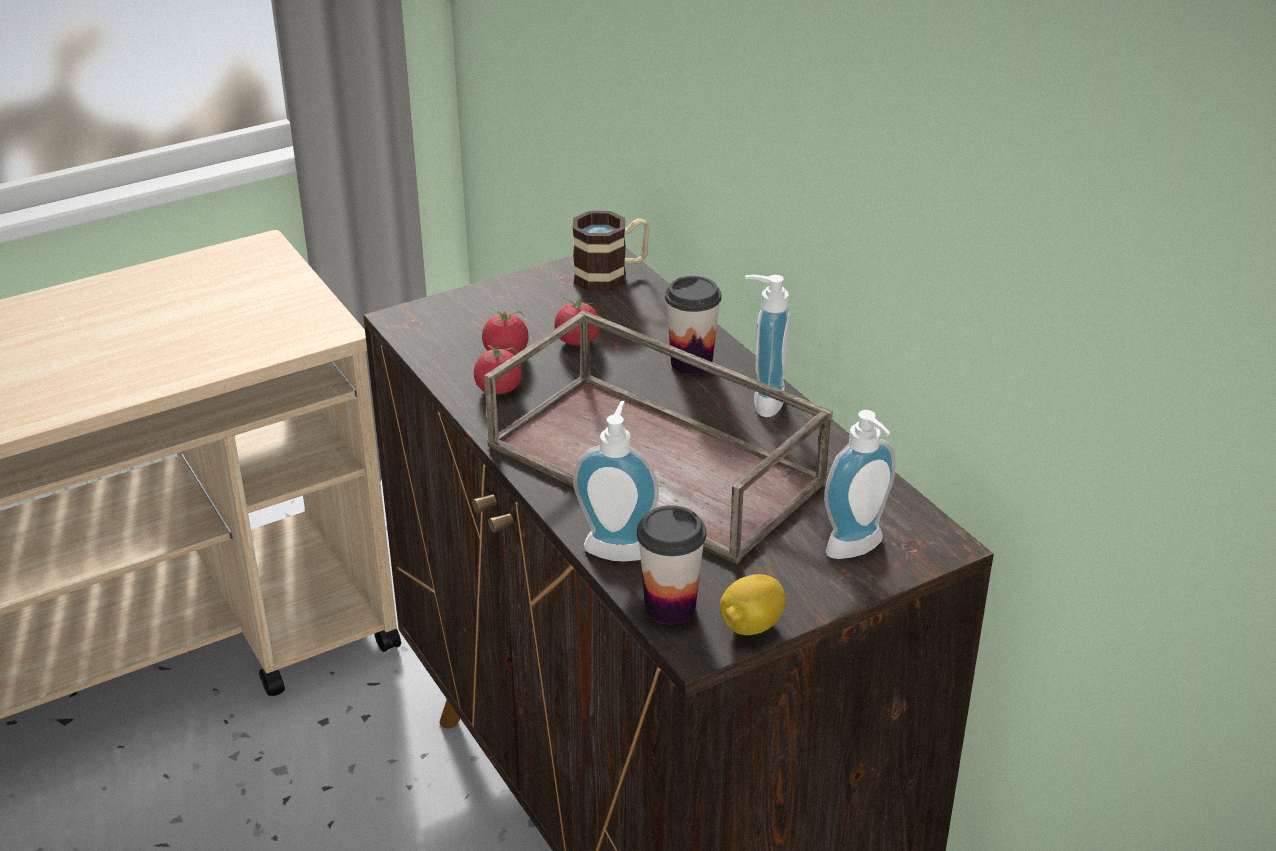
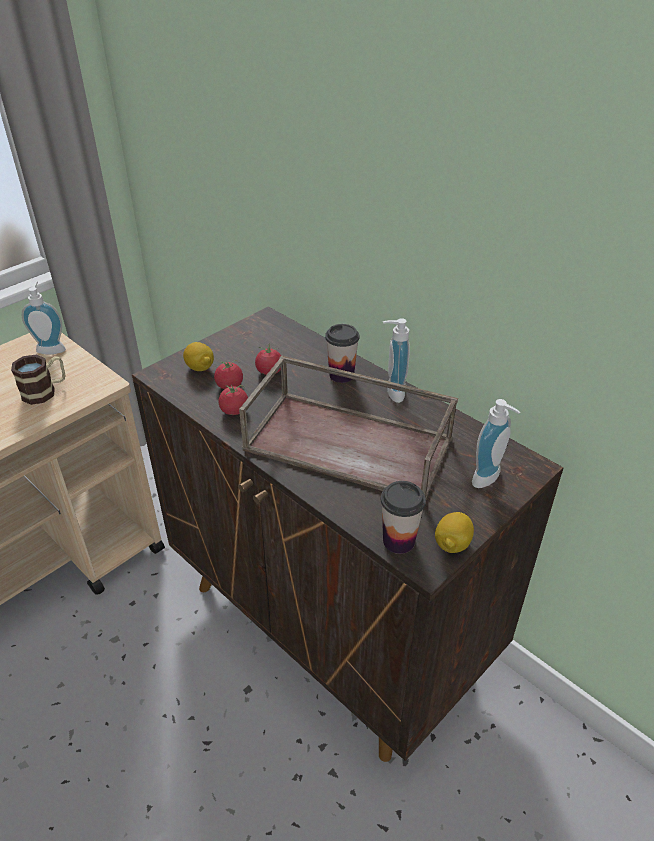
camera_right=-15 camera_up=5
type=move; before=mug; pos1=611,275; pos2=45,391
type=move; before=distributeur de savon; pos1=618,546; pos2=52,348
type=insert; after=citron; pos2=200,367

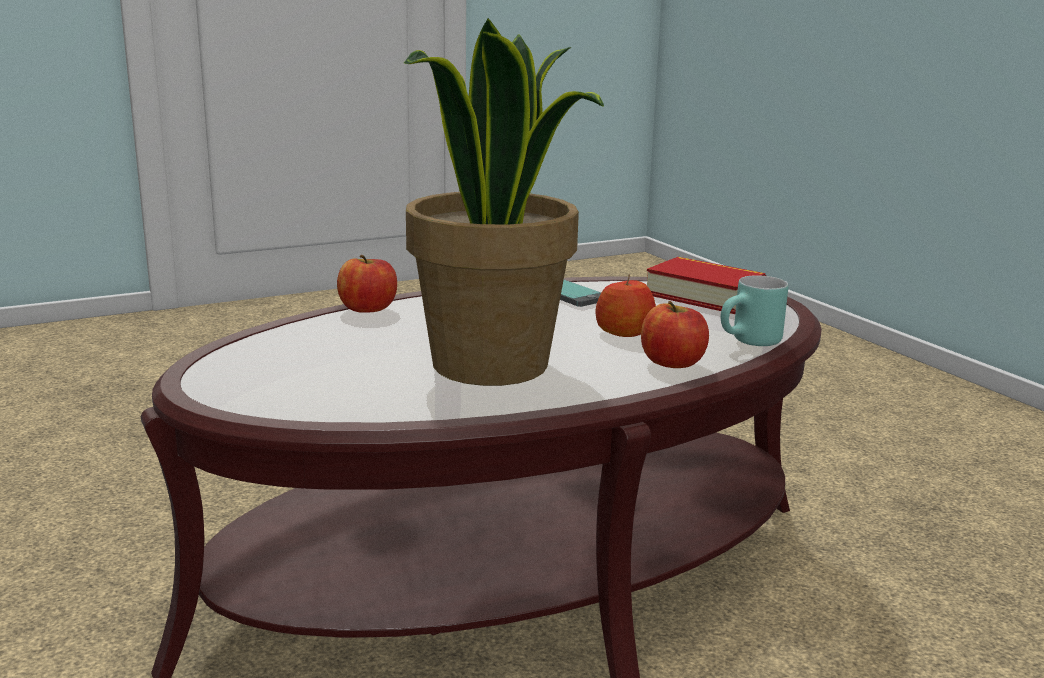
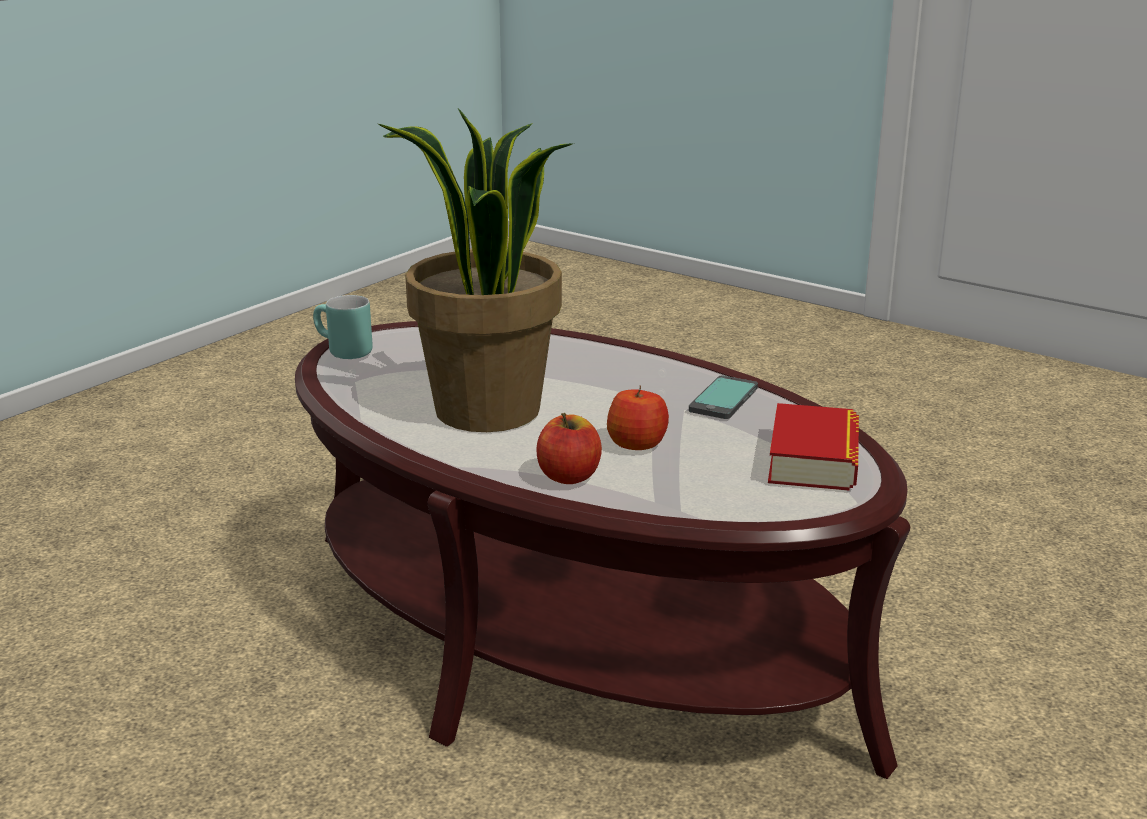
camera_right=65 camera_up=5
type=delete; before=pomme; pos1=368,309
type=move; before=mug [turquoise]; pos1=751,343; pos2=341,352

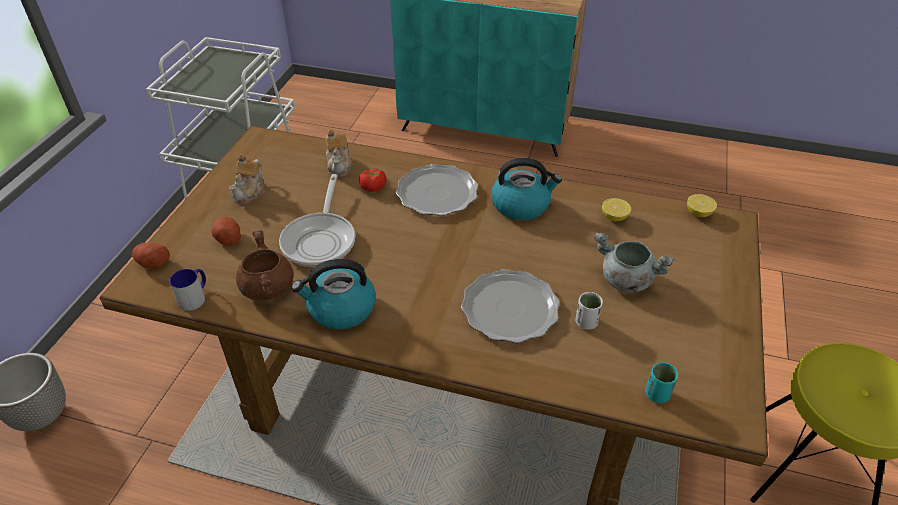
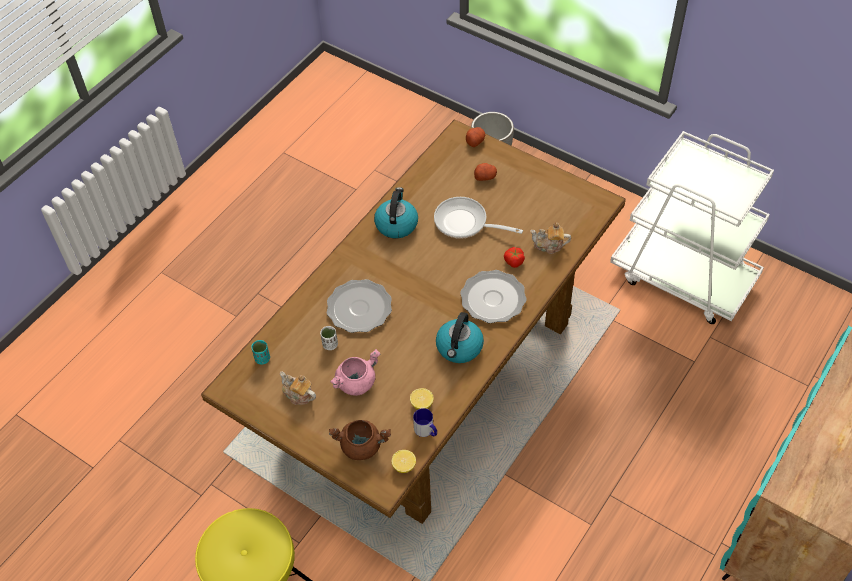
camera_right=110 camera_up=10
type=move; before=théière; pos1=250,192; pos2=298,394
type=move; before=marmite [marron]; pos1=267,288; pos2=362,446
type=recolor; before=marmite [gris]; after=marmite [rose]; pos1=625,280; pos2=356,382
type=move; before=mug; pos1=195,297; pos2=426,431

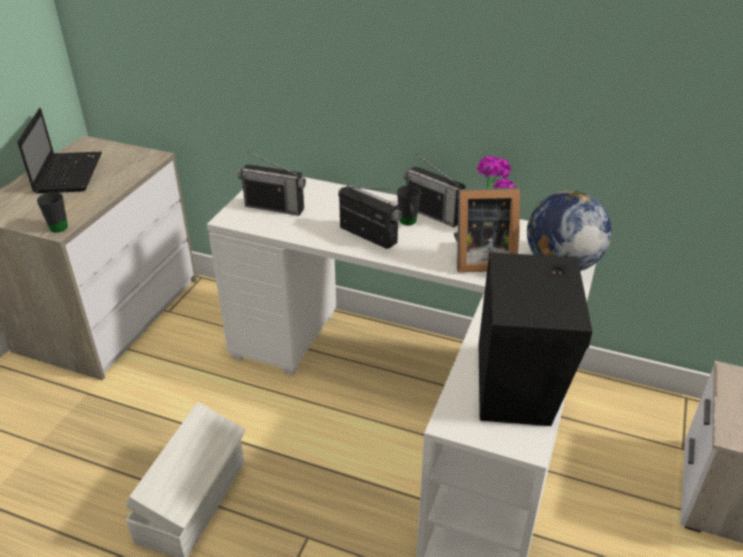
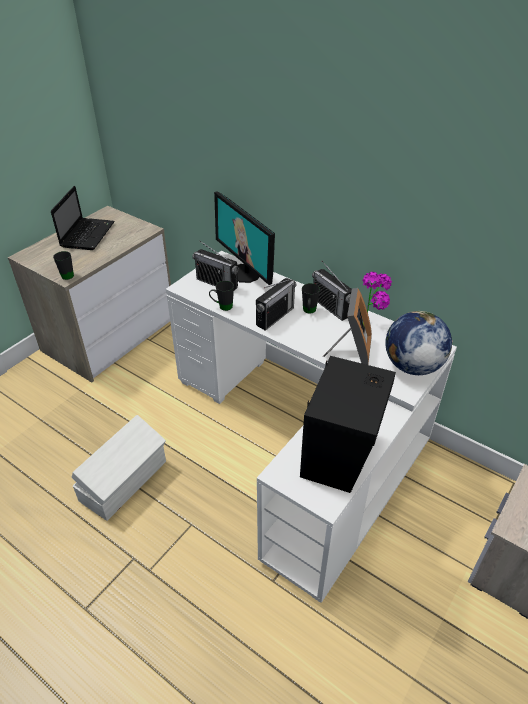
camera_right=15 camera_up=5
type=rotate; before=radio; pos1=368,235; pos2=275,316; turn=75
type=rotate; before=cadre photo; pos1=480,259; pos2=350,350; turn=-90
type=insert; after=écran d'ordinateur; pos2=245,273
type=insert; after=mug [noir]; pos2=222,306

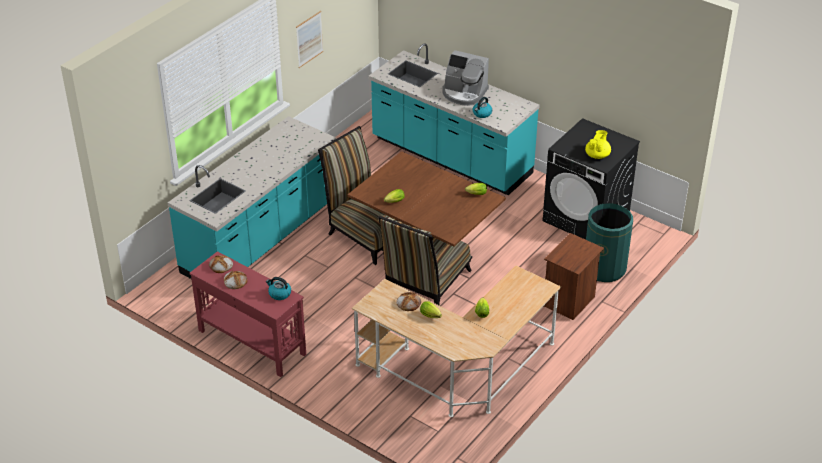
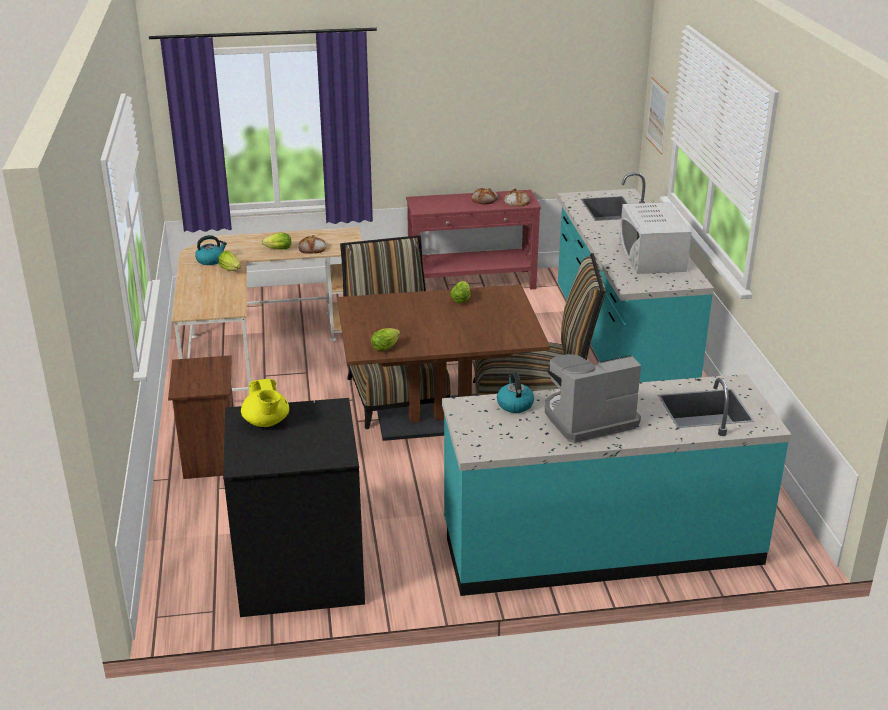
camera_right=135 camera_up=-10
type=move; before=tableau; pos1=309,39; pos2=657,115
type=delete; before=poubelle [vert]; pos1=604,268
type=move; before=bouilloire; pos1=279,294; pos2=211,260
type=insert; after=micro-ondes [blanc]; pos2=652,256

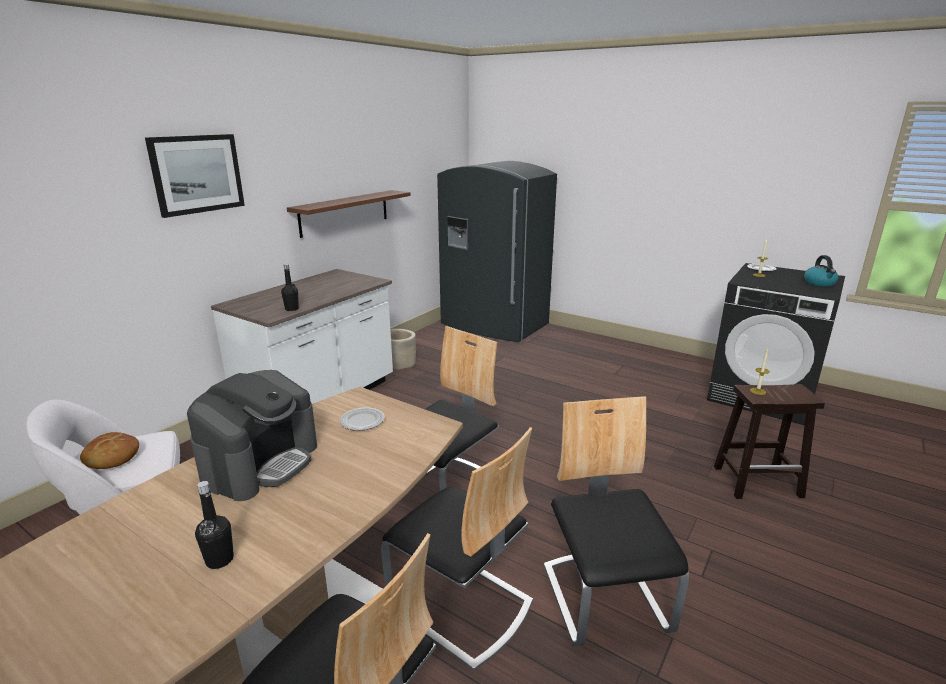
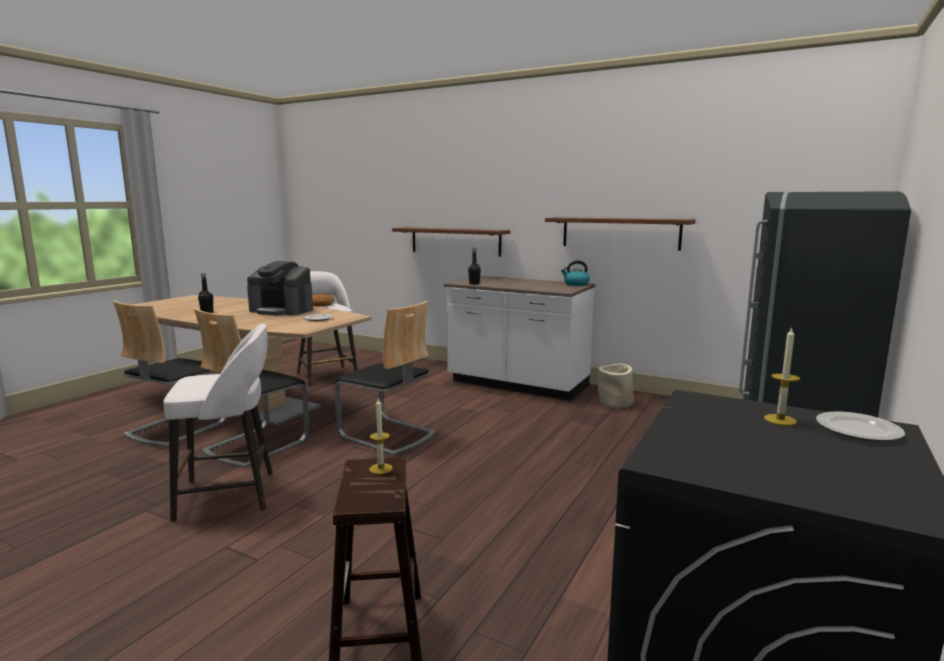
camera_right=85 camera_up=-10
type=delete; before=tableau; pos1=197,174
type=move; before=bouilloire; pos1=819,283; pos2=576,284
type=replace; before=chaise; after=tabouret [blanc]; pos1=605,598; pos2=230,495
type=insert; after=étagère; pos2=455,241

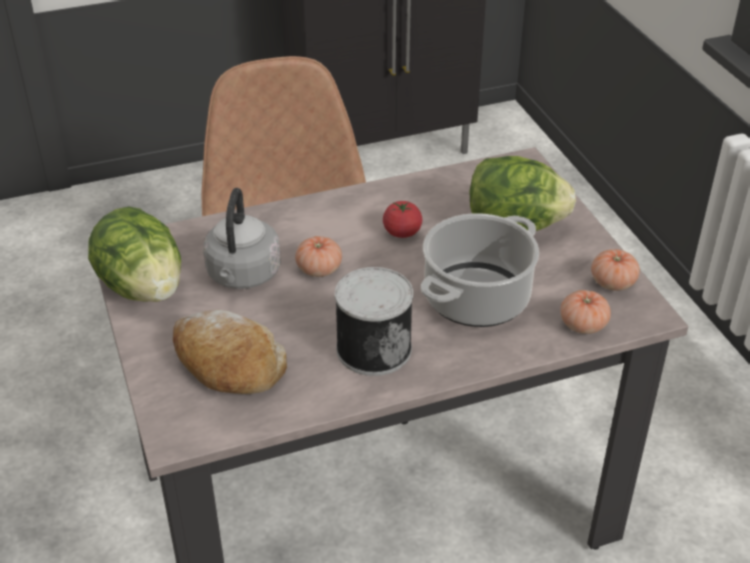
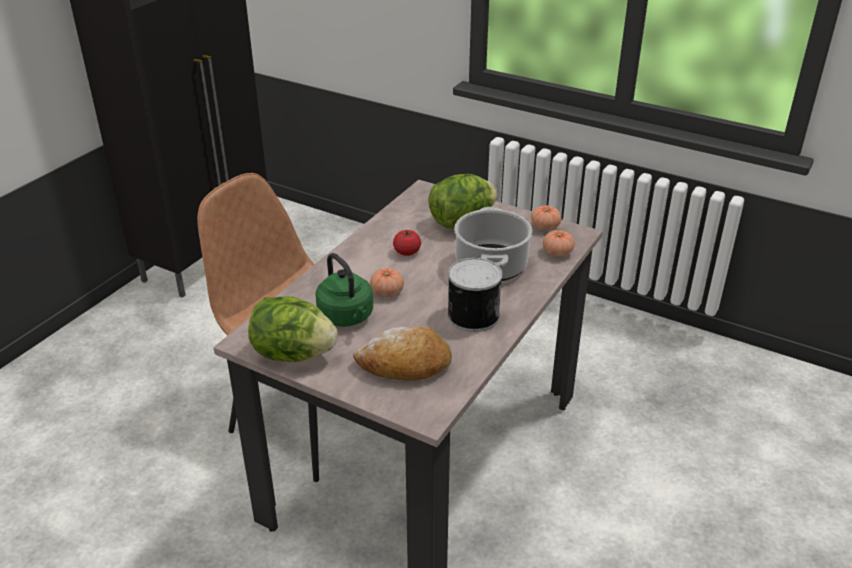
camera_right=-40 camera_up=-5
type=recolor; before=bouilloire [gris]; after=bouilloire [vert]; pos1=243,276; pos2=347,317

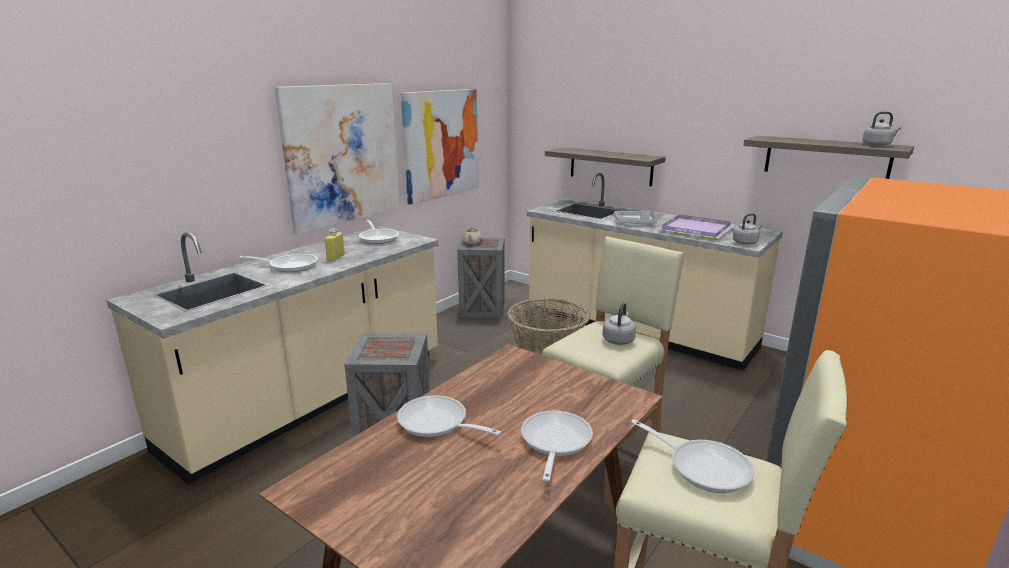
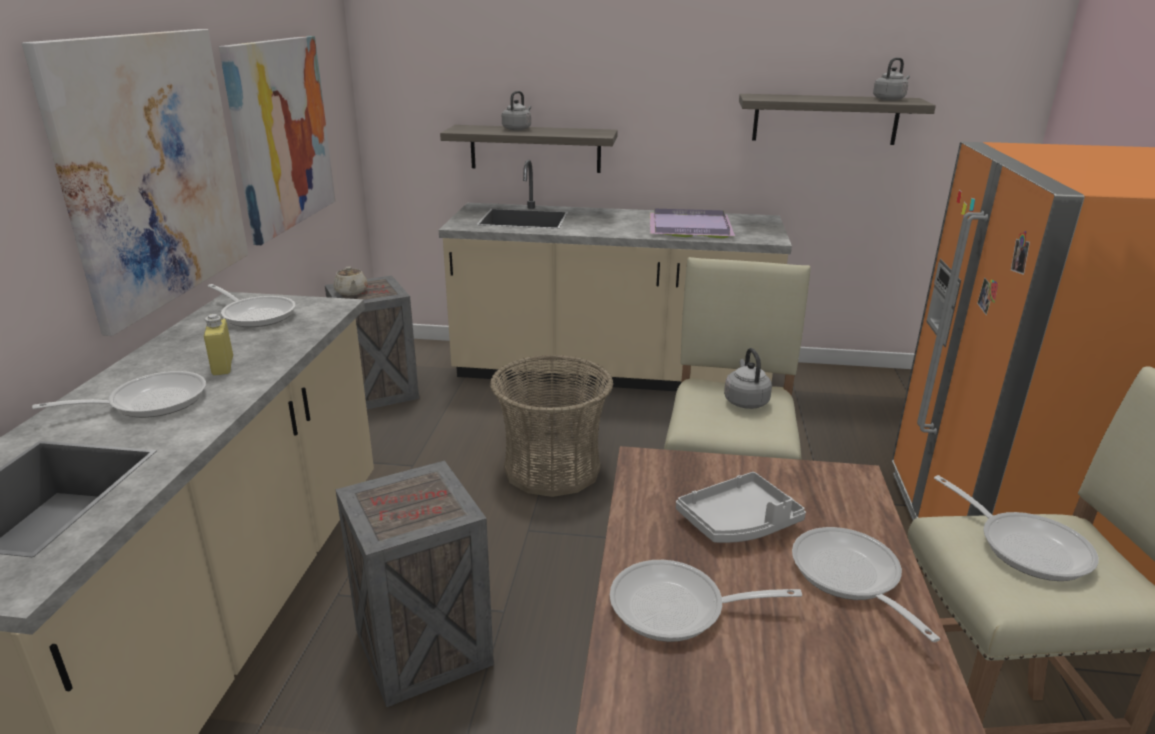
camera_right=-30 camera_up=5
type=move; before=plateau [gris]; pos1=635,223; pos2=739,522
type=move; before=bouilloire [gris]; pos1=746,242; pos2=517,129
type=rotate; before=poêle; pos1=703,467; pos2=1025,546; turn=45

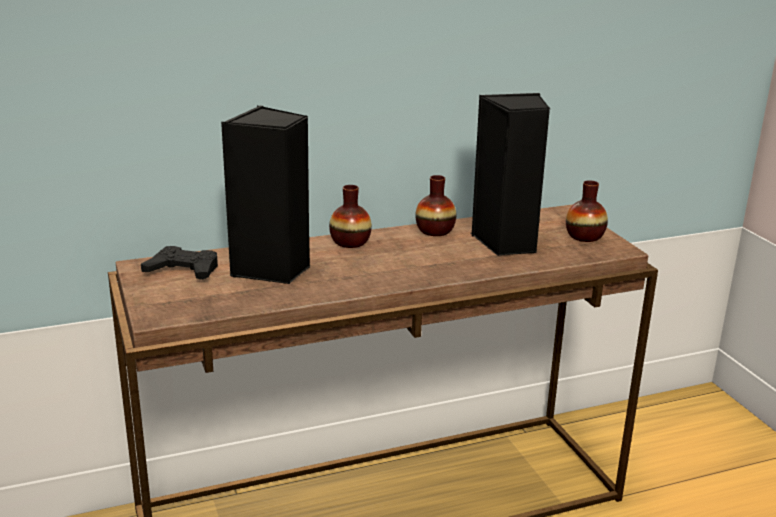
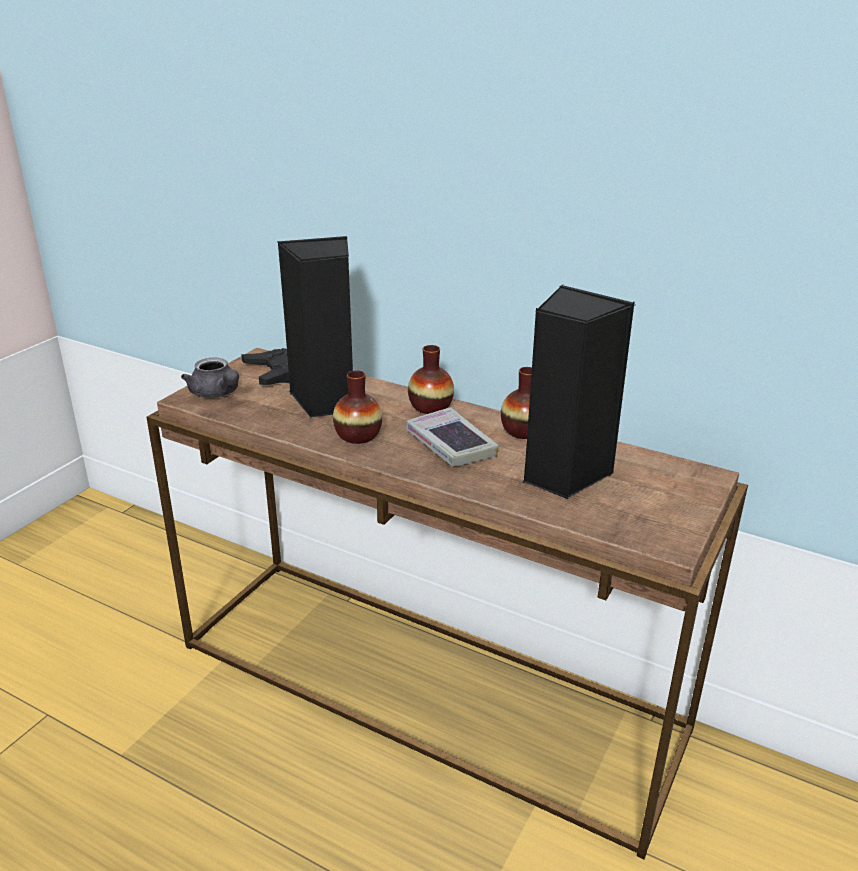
camera_right=50 camera_up=5
type=move; before=vase; pos1=584,236; pos2=358,435
type=insert; after=théière [gris]; pos2=216,394
type=insert; after=livre; pos2=450,444

